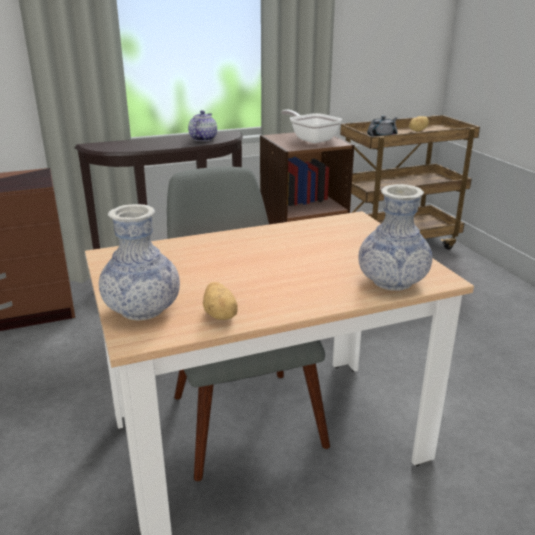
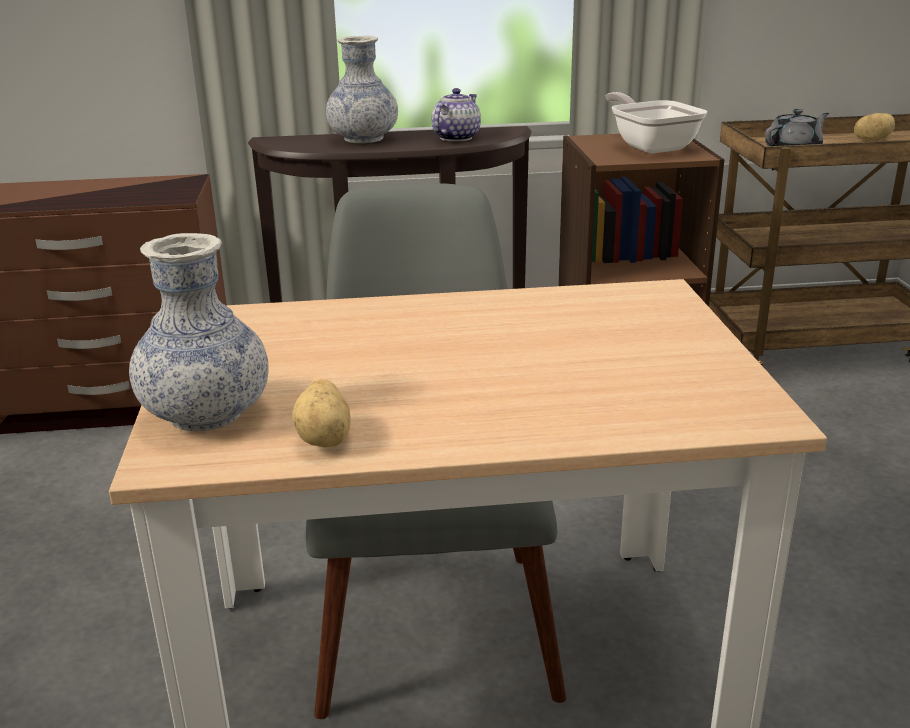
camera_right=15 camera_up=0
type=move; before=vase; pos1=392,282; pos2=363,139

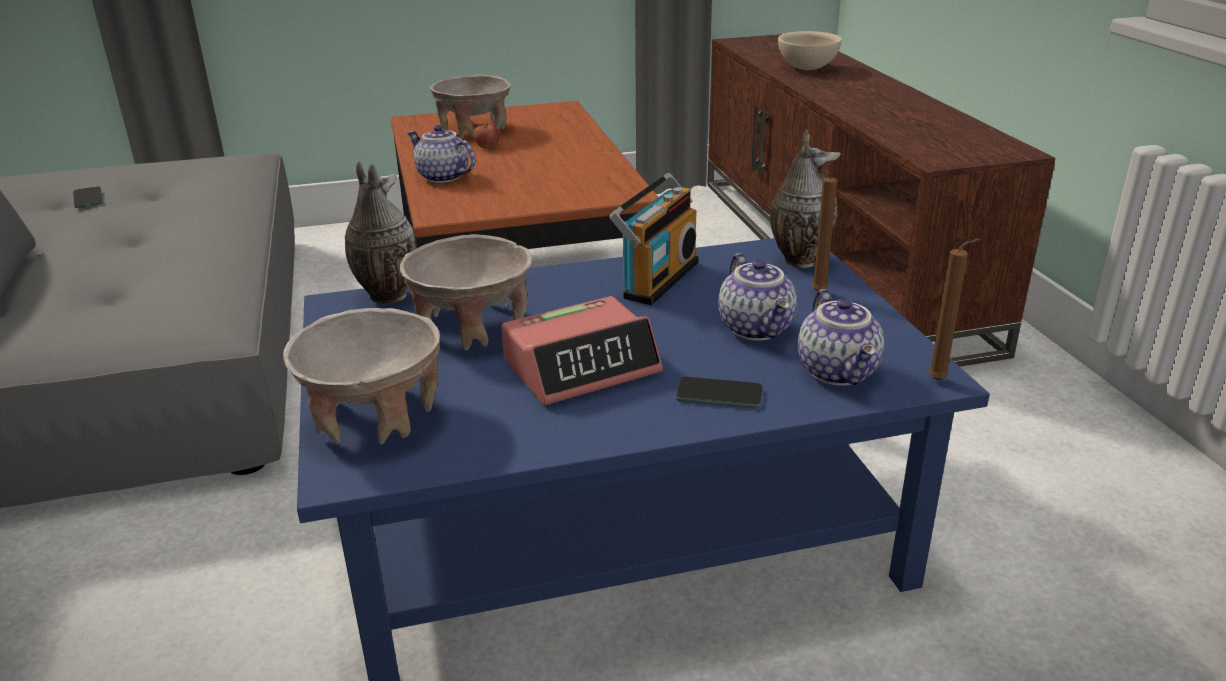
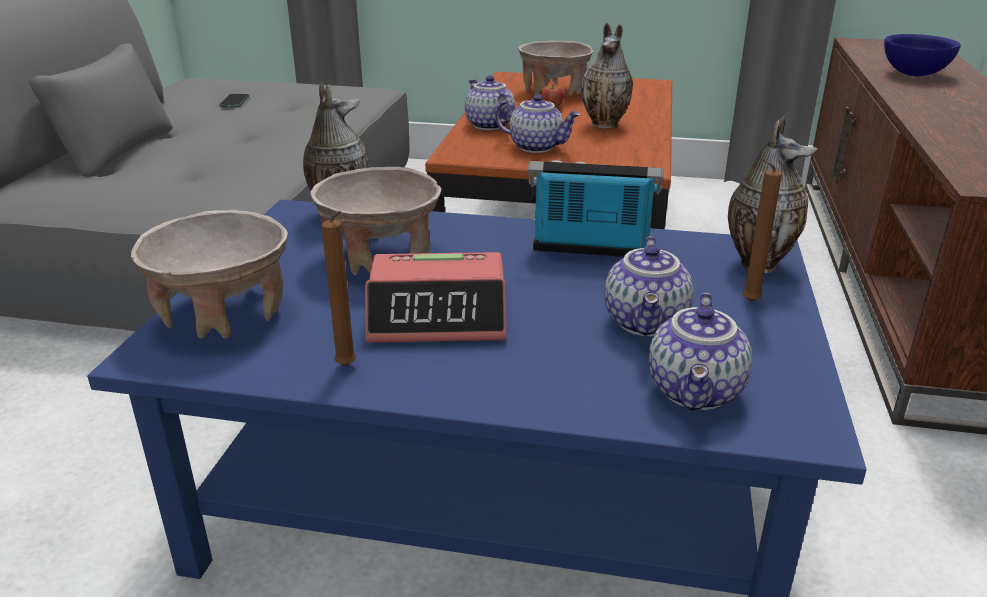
camera_right=25 camera_up=0
type=recolor; before=bol [beige]; after=bol [bleu]; pos1=806,68; pos2=913,74
type=rotate; before=radio; pos1=656,279; pos2=590,250; turn=-135
type=move; before=bougie [marron]; pos1=940,381; pos2=348,367
type=delete; before=téléphone; pos1=719,394
type=insert; after=vase; pos2=606,125
type=insert; after=théière; pos2=537,147

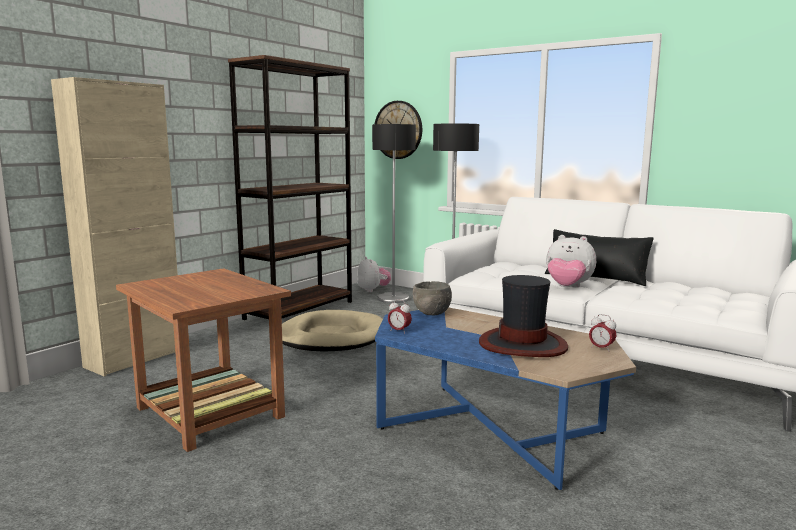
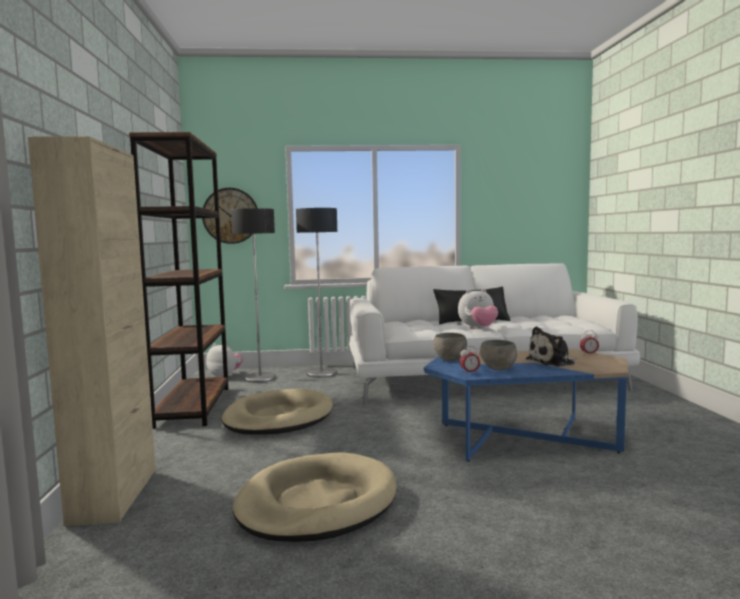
camera_right=-40 camera_up=-5
type=replace; before=table d'appoint [marron]; after=panier pour chien [beige]; pos1=208,411; pos2=317,503
type=replace; before=chapeau; after=peluche; pos1=523,344; pos2=553,362
type=insert; after=bol [gris]; pos2=498,369

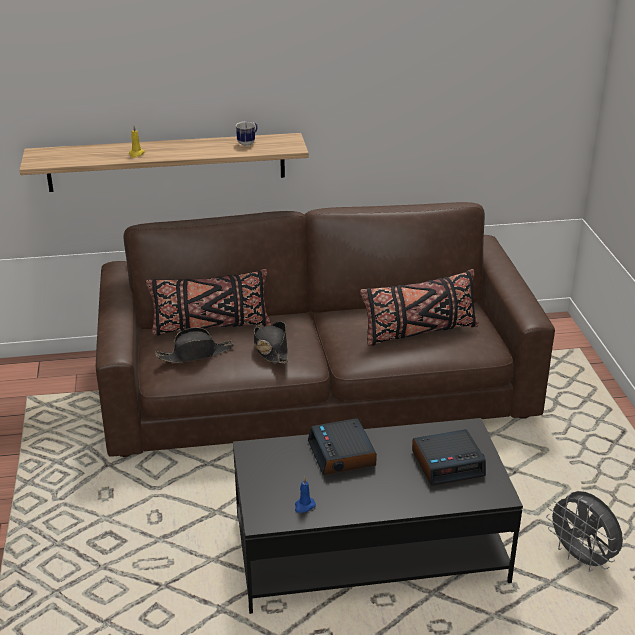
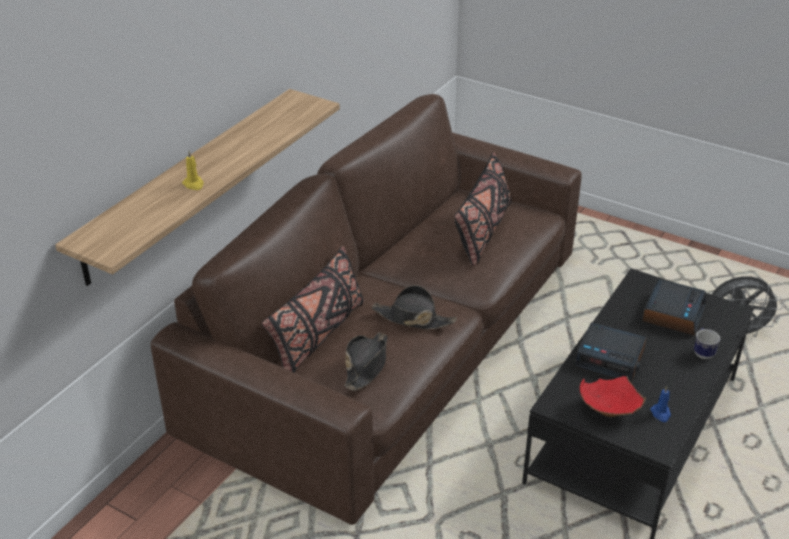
camera_right=-50 camera_up=5
type=move; before=mug; pos1=248,143; pos2=702,352
type=insert; after=bol [rouge]; pos2=609,410

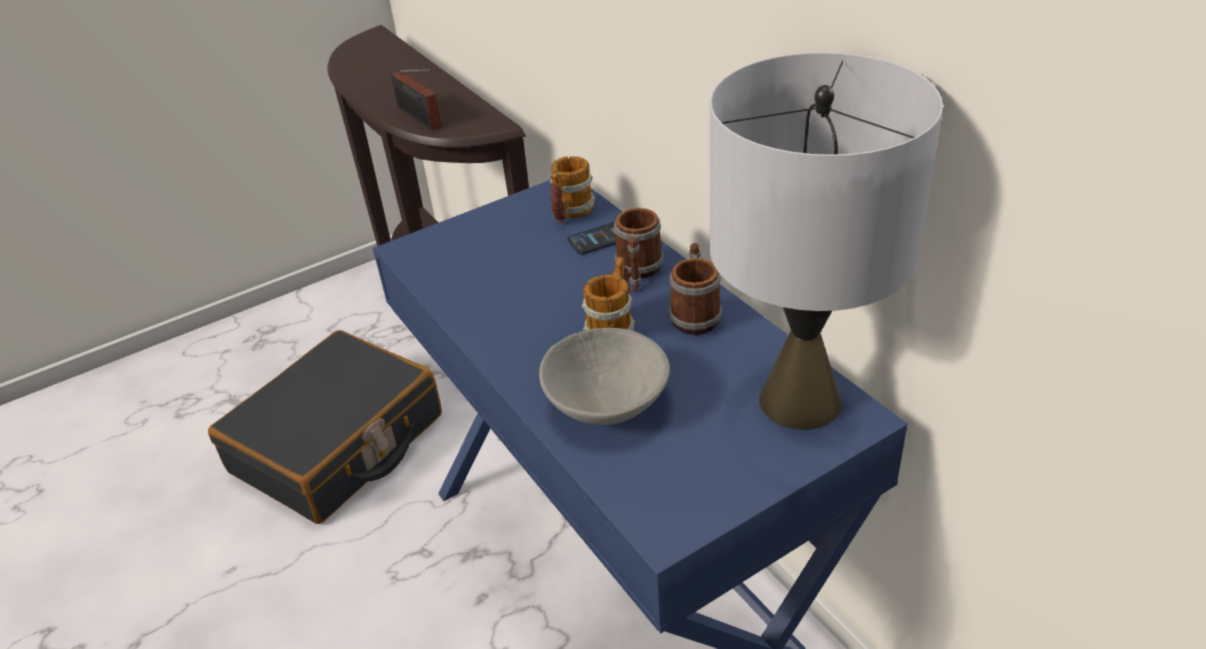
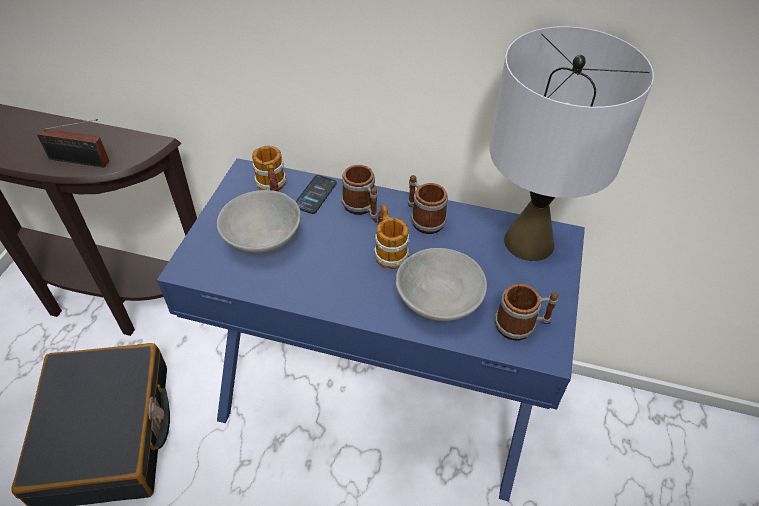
camera_right=-45 camera_up=10
type=insert; after=bol [gris]; pos2=263,238
type=insert; after=mug; pos2=522,325

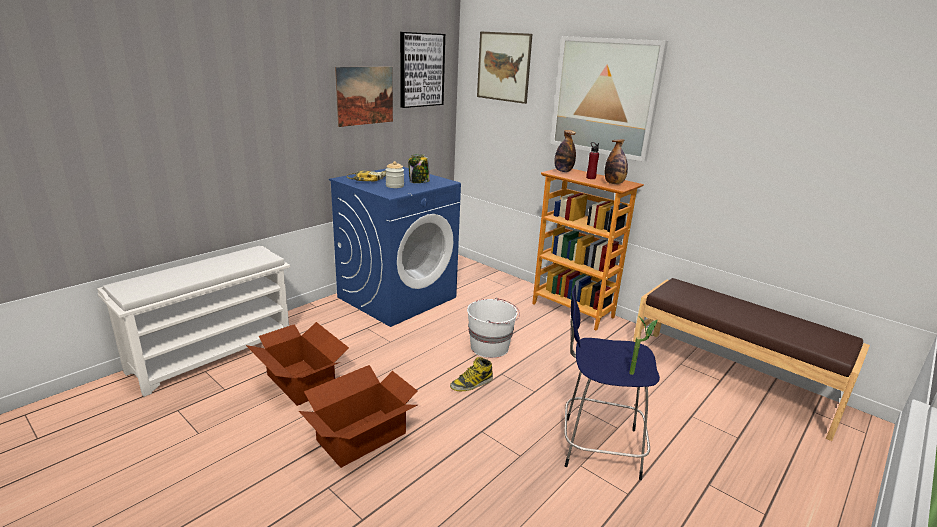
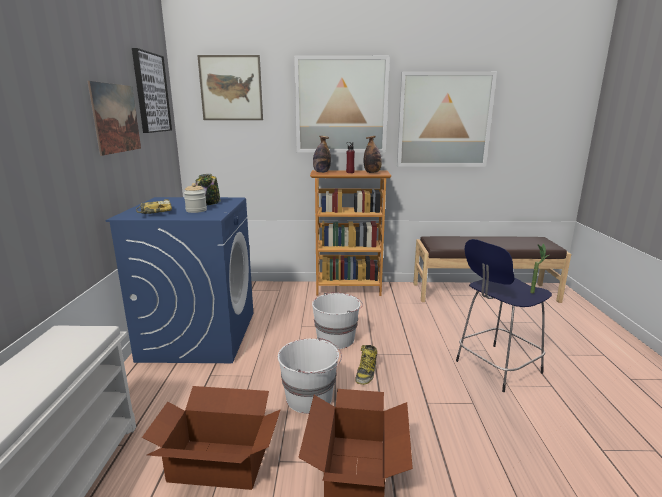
camera_right=-40 camera_up=-5
type=insert; after=tableau; pos2=444,120
type=insert; after=seau [blanc]; pos2=310,398

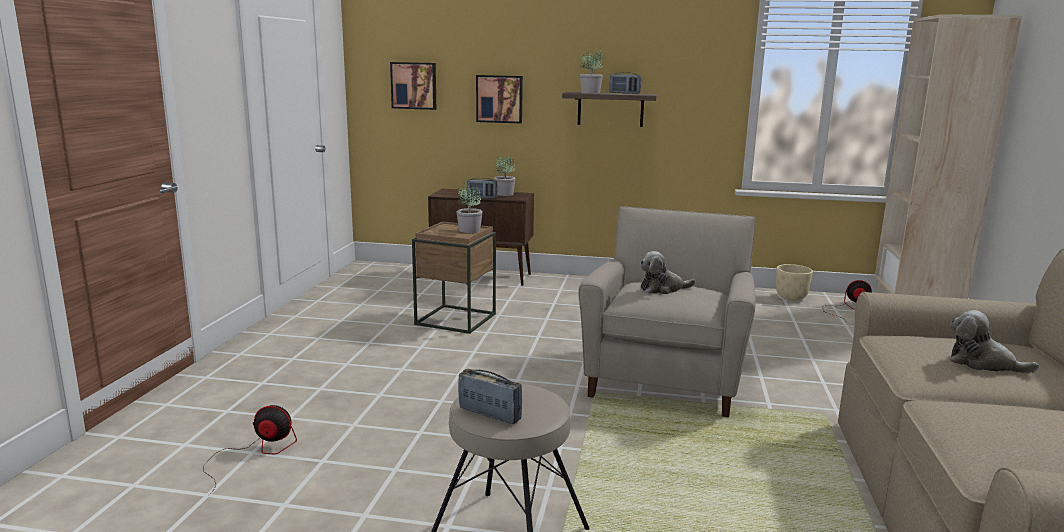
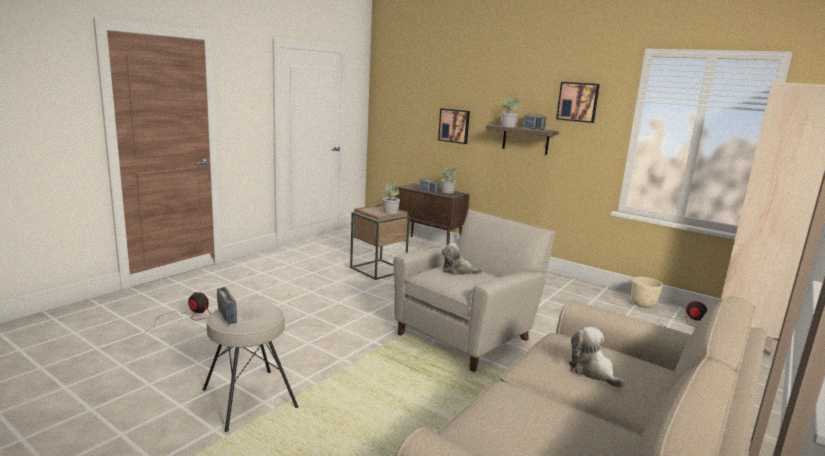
camera_right=25 camera_up=0
type=move; before=tableau; pos1=414,85; pos2=578,102

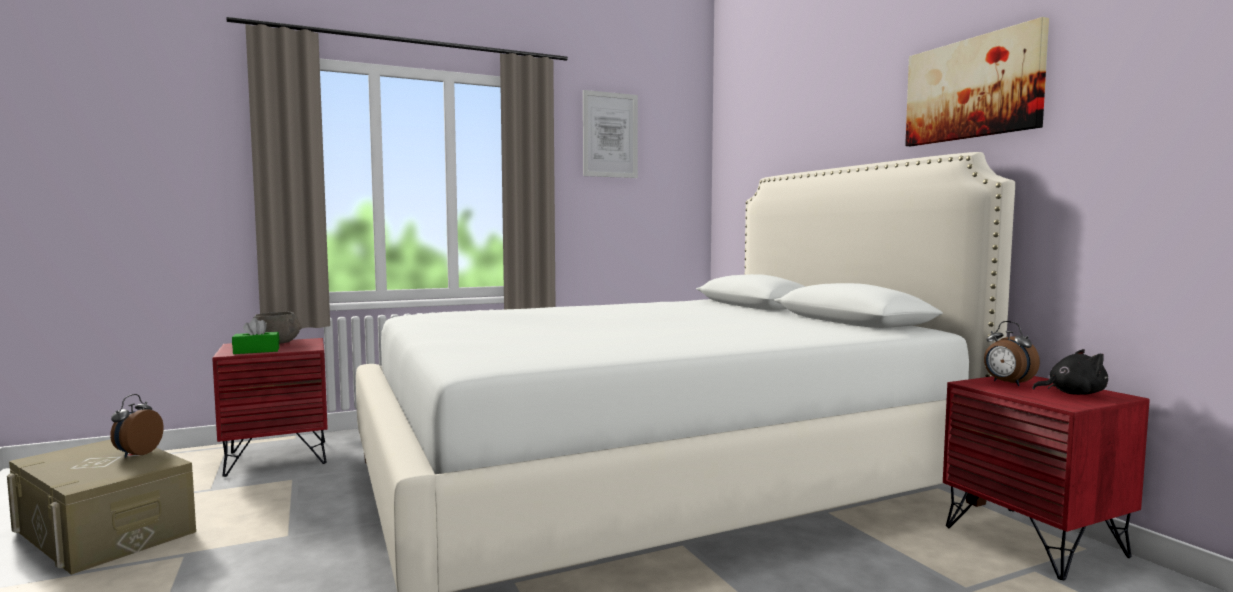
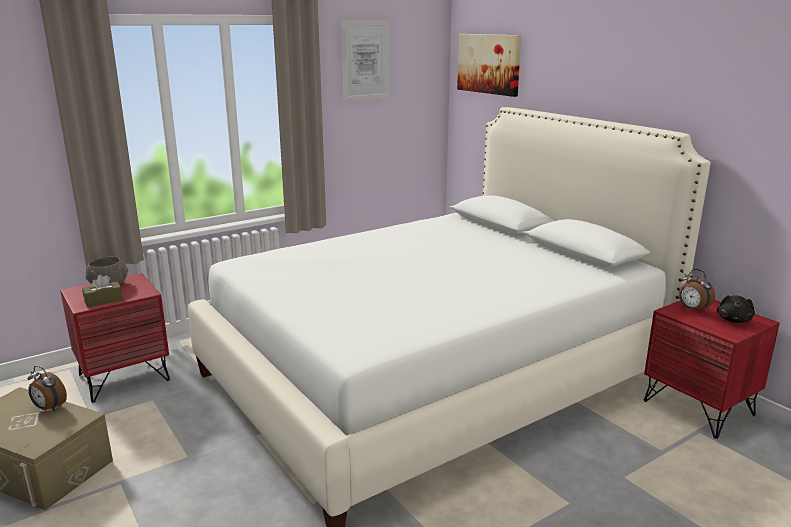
camera_right=-10 camera_up=15
type=move; before=tableau; pos1=972,89; pos2=489,64
type=recolor; before=boîte à mouchoirs [vert]; after=boîte à mouchoirs [marron]; pos1=256,351; pos2=103,300
type=rotate; before=peluche [noir]; pos1=1072,393; pos2=734,320; turn=120
type=rotate; before=réveil; pos1=136,453; pos2=49,408; turn=-60

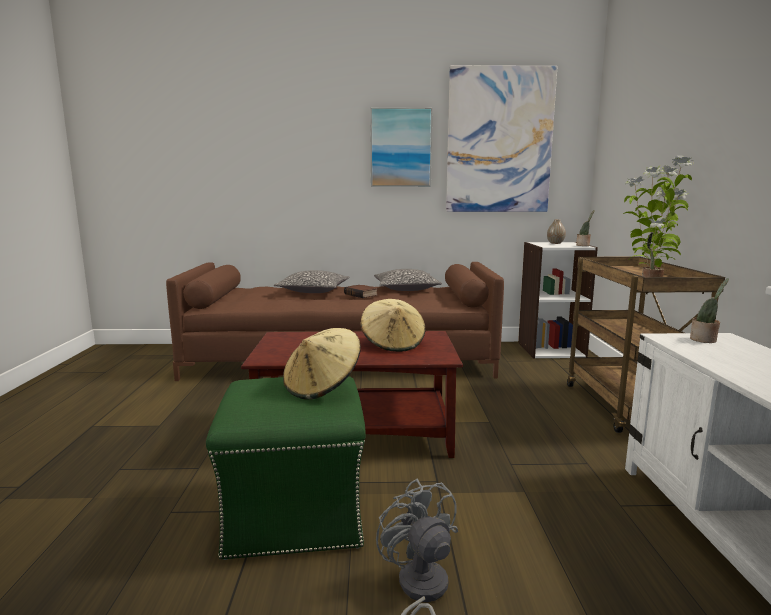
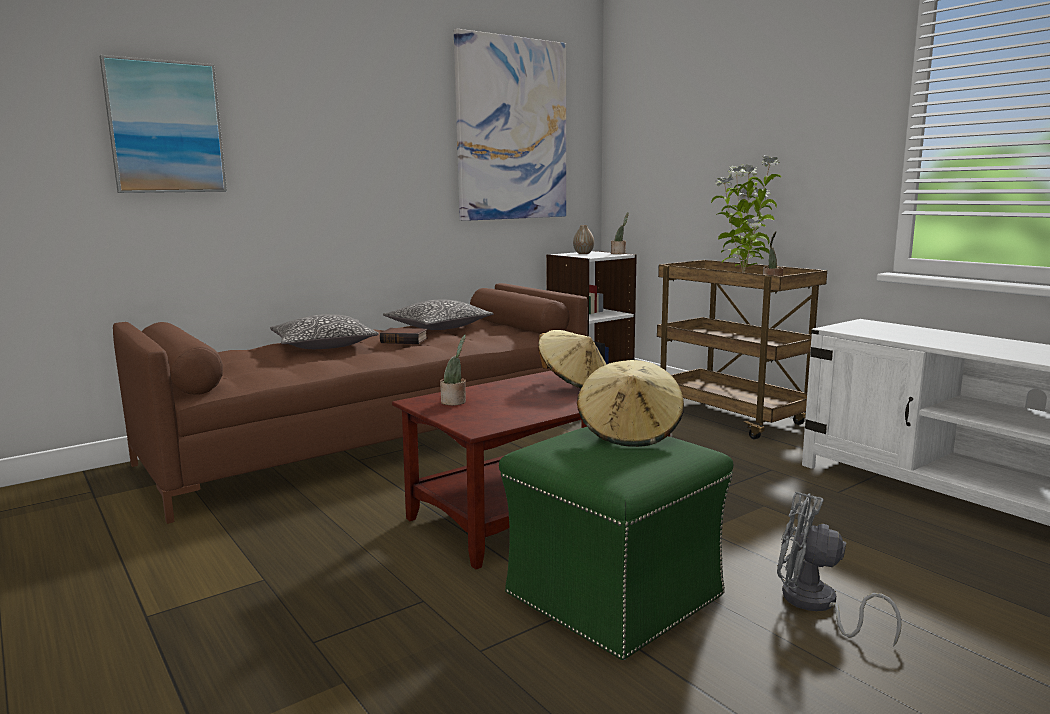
camera_right=-35 camera_up=0
type=move; before=tableau; pos1=400,148; pos2=165,127
type=move; before=plante en pot; pos1=705,340; pos2=455,402

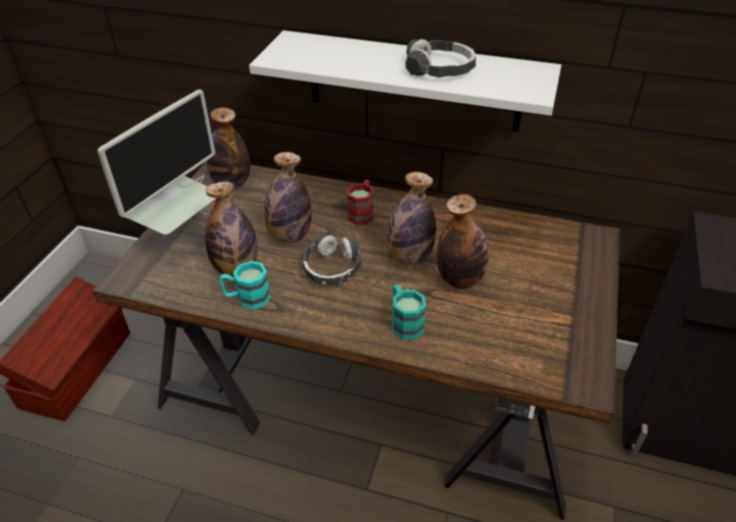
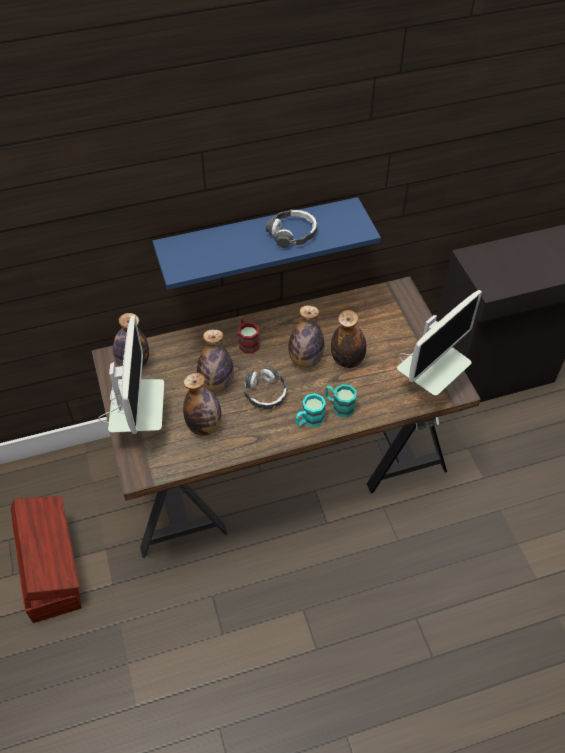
camera_right=-35 camera_up=10
type=recolor; before=étagère [blanc]; after=étagère [bleu]; pos1=413,82; pos2=258,239
type=move; before=mug [turquoise]; pos1=247,298; pos2=309,420
type=insert; after=écran d'ordinateur; pos2=428,383

